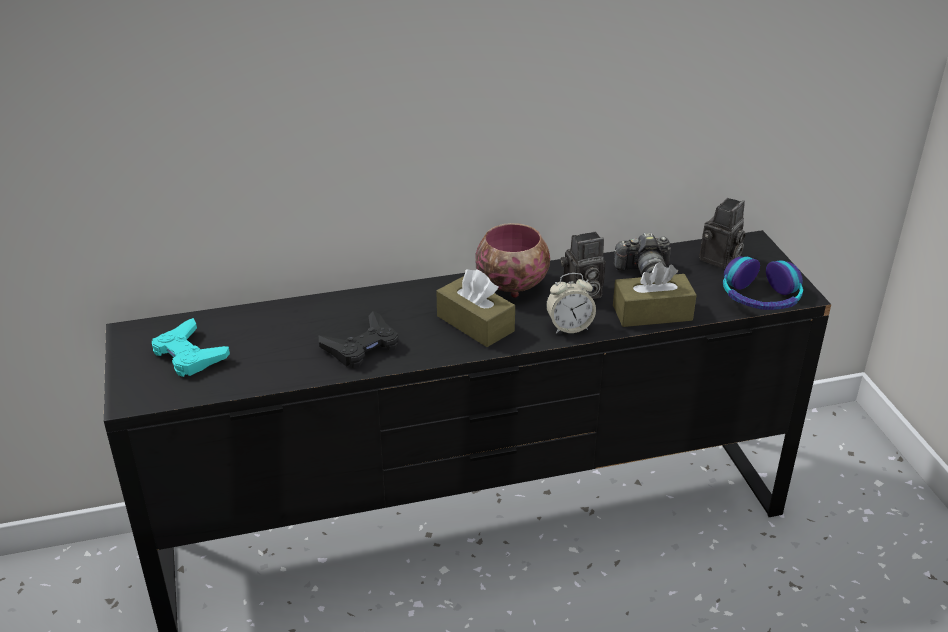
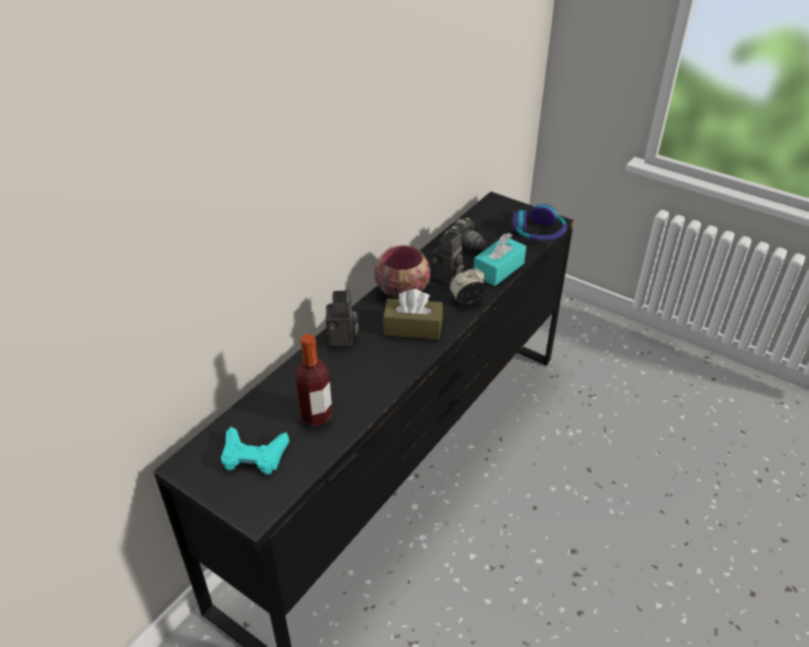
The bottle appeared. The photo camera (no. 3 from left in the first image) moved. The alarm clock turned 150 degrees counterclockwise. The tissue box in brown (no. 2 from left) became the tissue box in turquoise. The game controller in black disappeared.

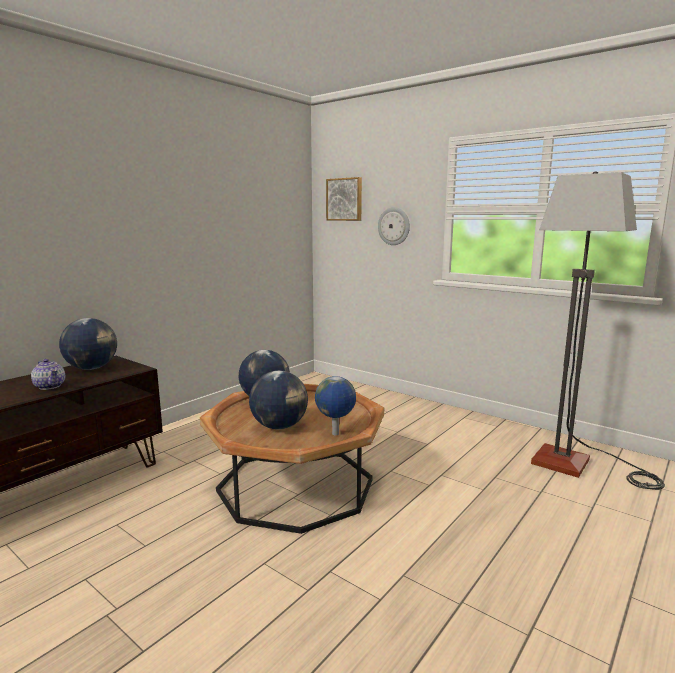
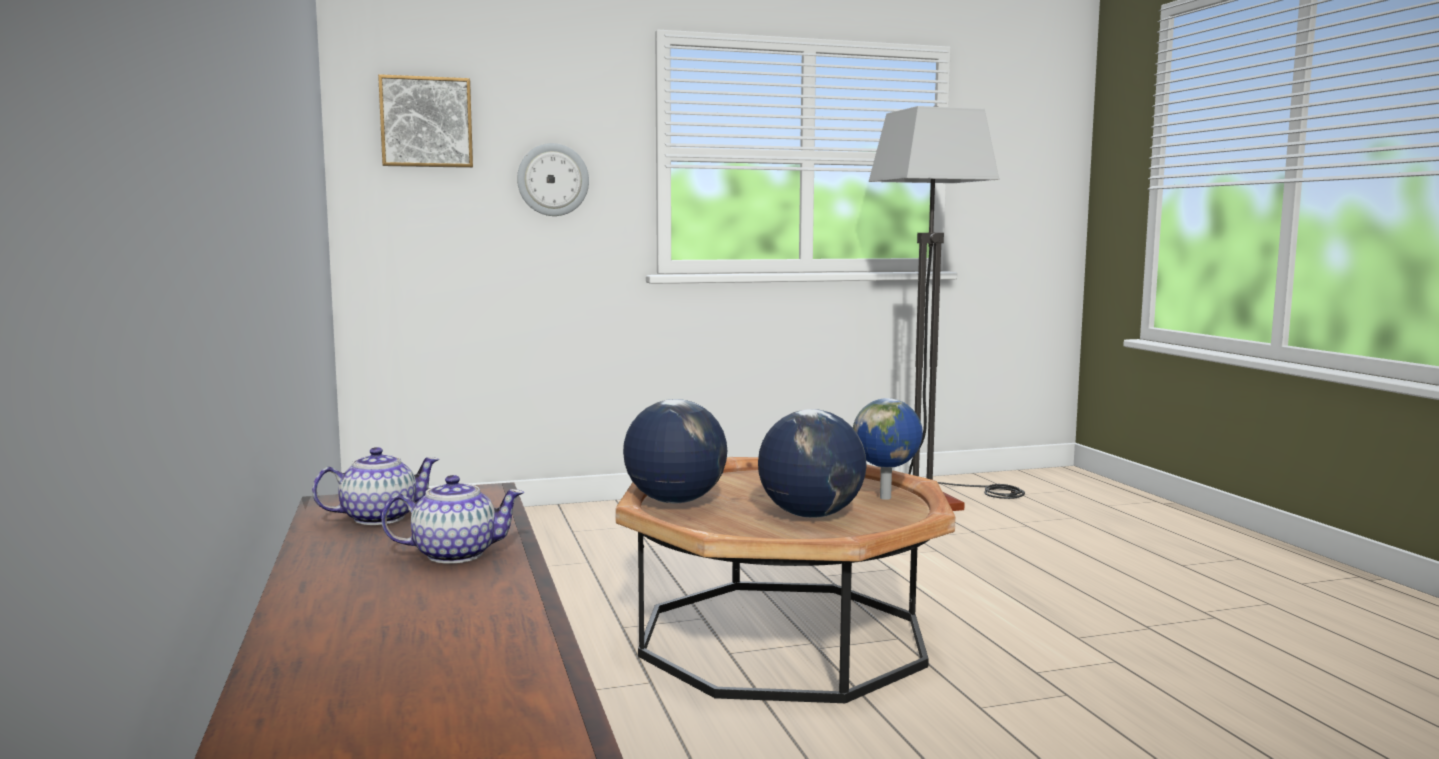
The globe (no. 1 from left) was replaced by the teapot (no. 1 from left).

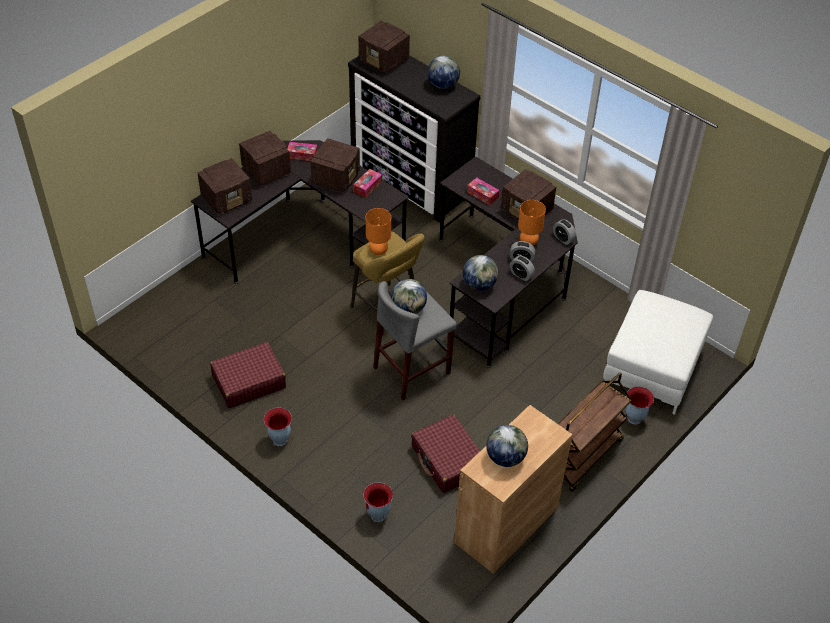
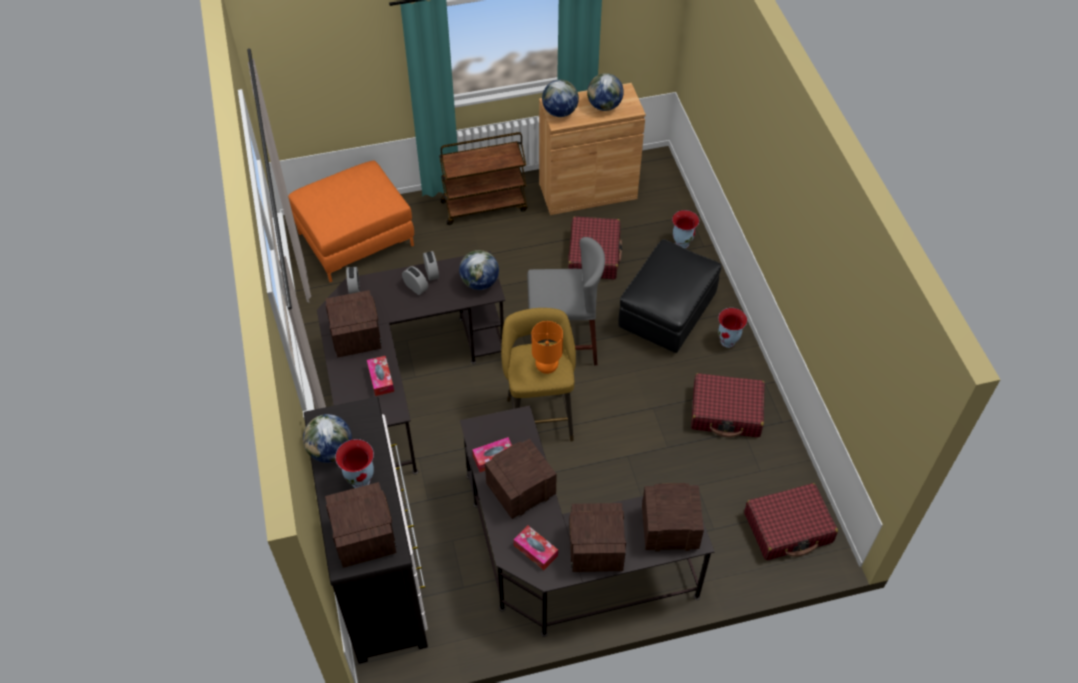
The ottoman in white became the ottoman in orange. The vase (no. 3 from left in the first image) moved. The globe (no. 1 from left in the first image) moved. The ottoman in black appeared. The suitcase in red (no. 3 from left) appeared. The table lamp in orange (no. 2 from left) disappeared.

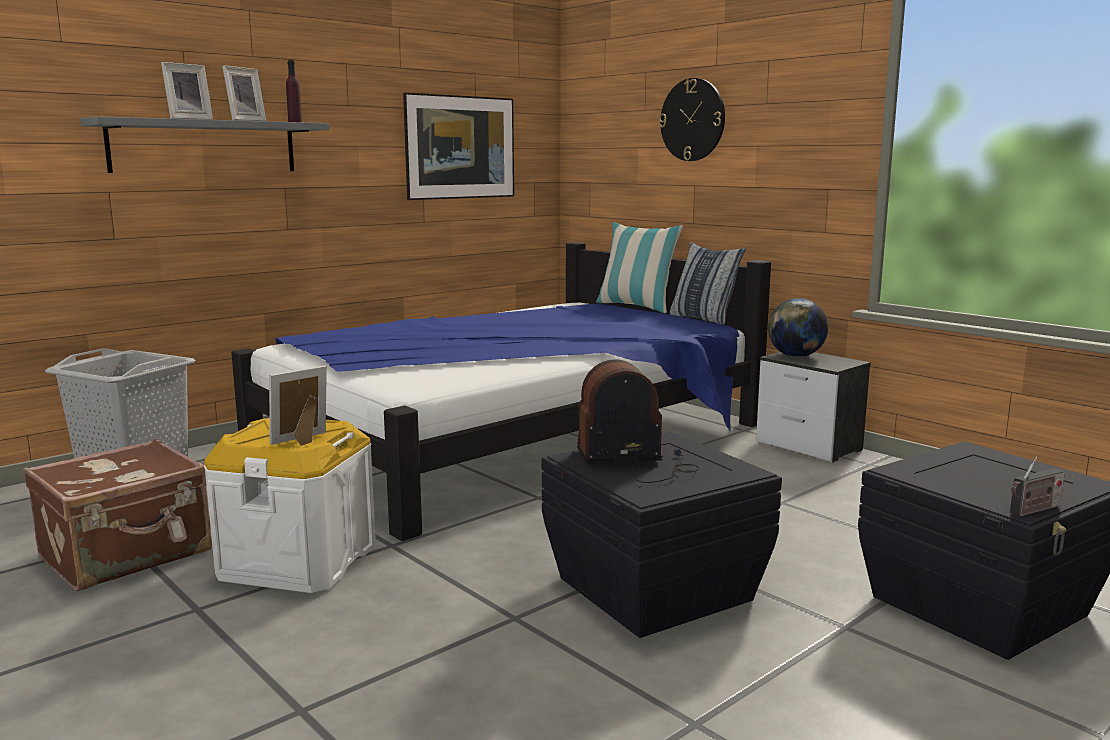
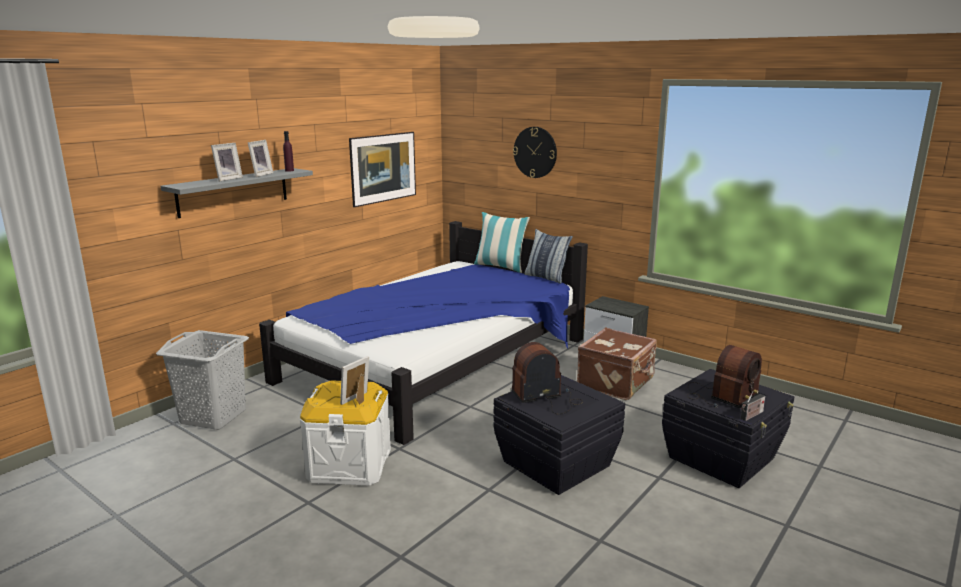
The suitcase in brown moved. The radio (no. 2 from left) appeared. The globe disappeared.

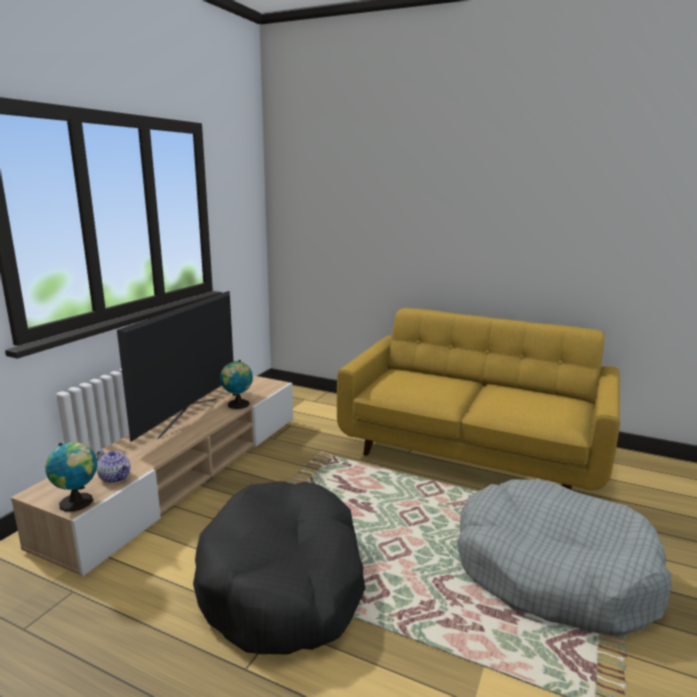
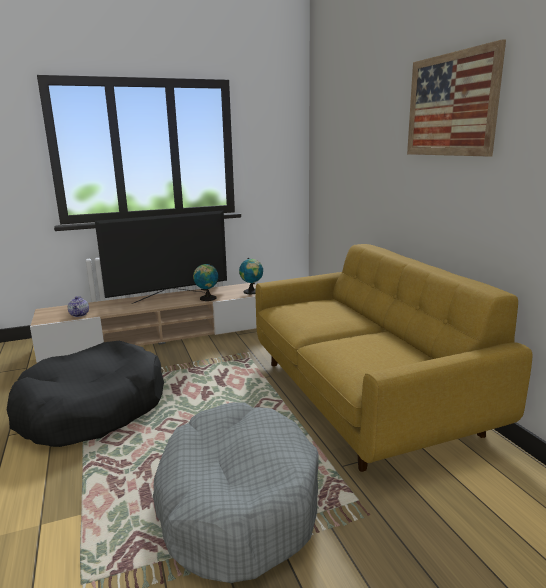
The globe (no. 1 from left in the first image) moved. The picture appeared.

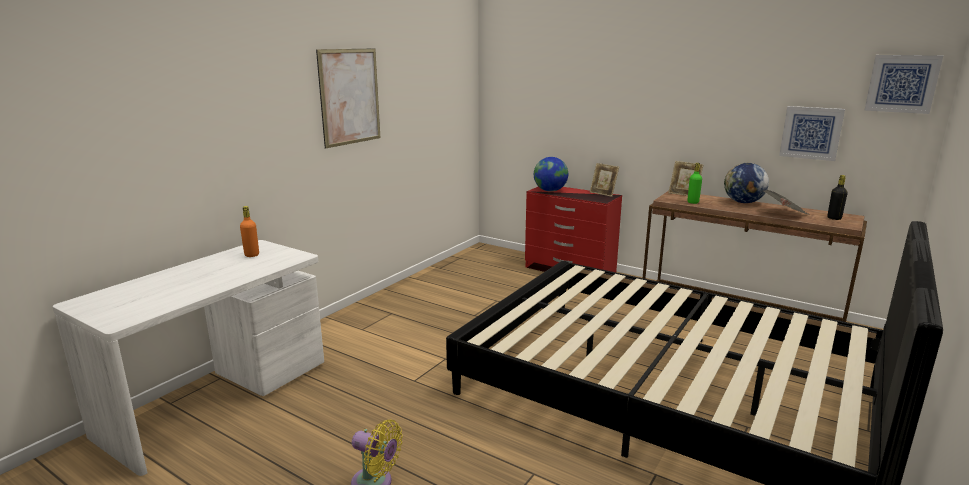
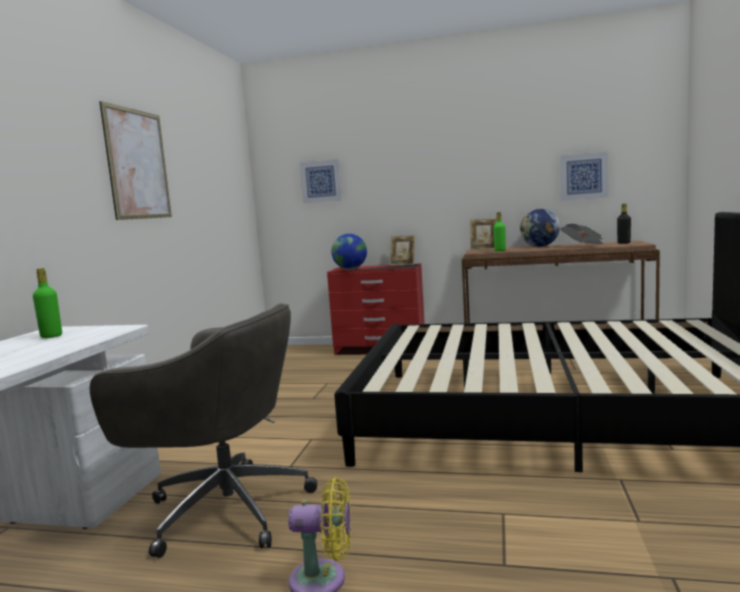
The bottle in orange became the bottle in green (no. 1 from left). The office chair in grey appeared. The picture (no. 3 from left in the first image) moved.

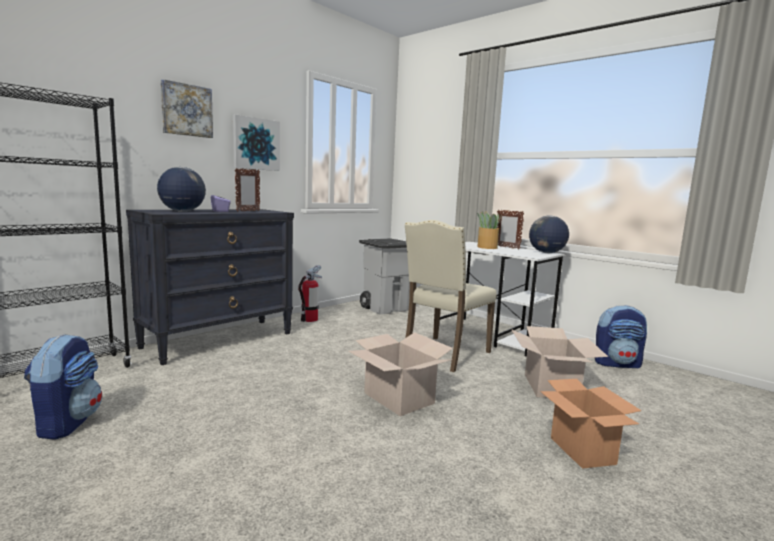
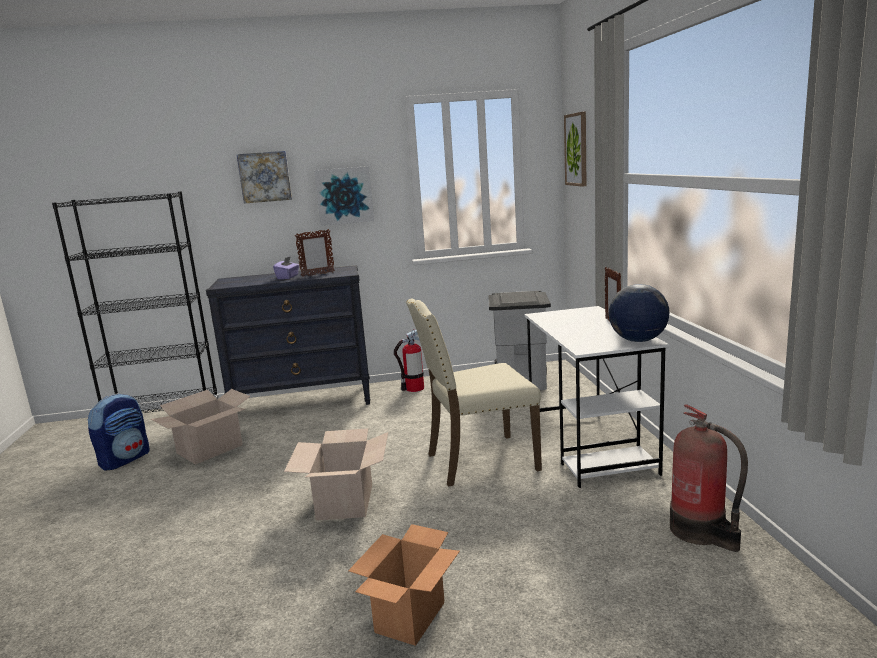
The cardboard box (no. 2 from left in the first image) moved. The picture (no. 3 from left) appeared. The backpack (no. 2 from left) was replaced by the fire extinguisher (no. 2 from left). The globe (no. 1 from left) disappeared. The potted plant disappeared.

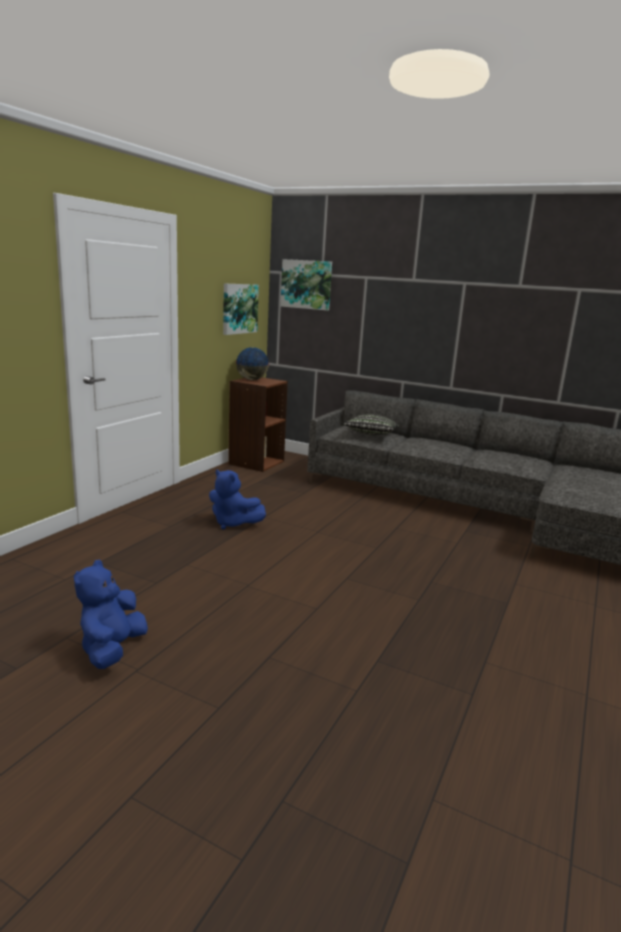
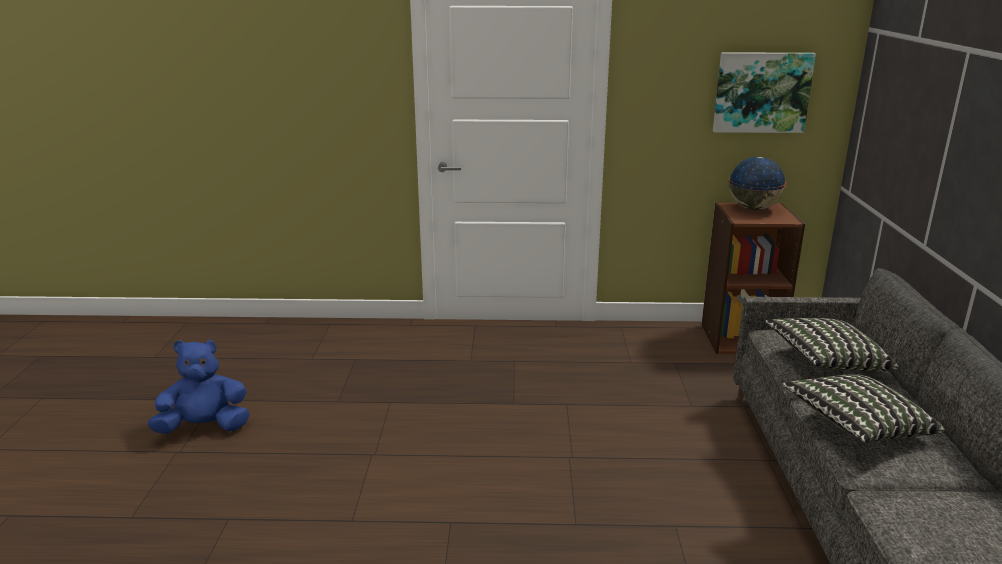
The pillow (no. 2 from left) appeared. The plush toy in blue (no. 2 from left) disappeared. The picture (no. 2 from left) disappeared.

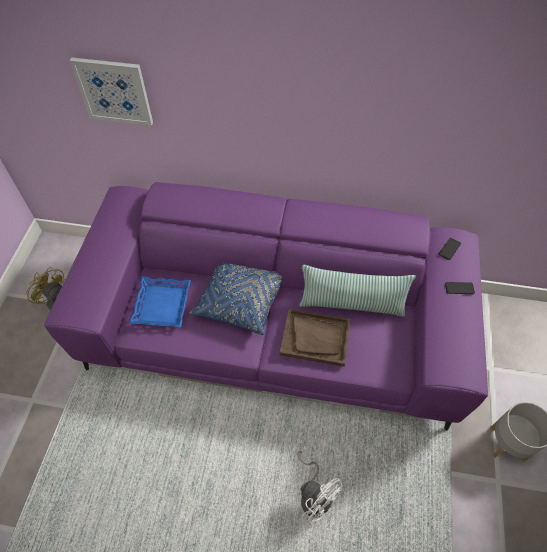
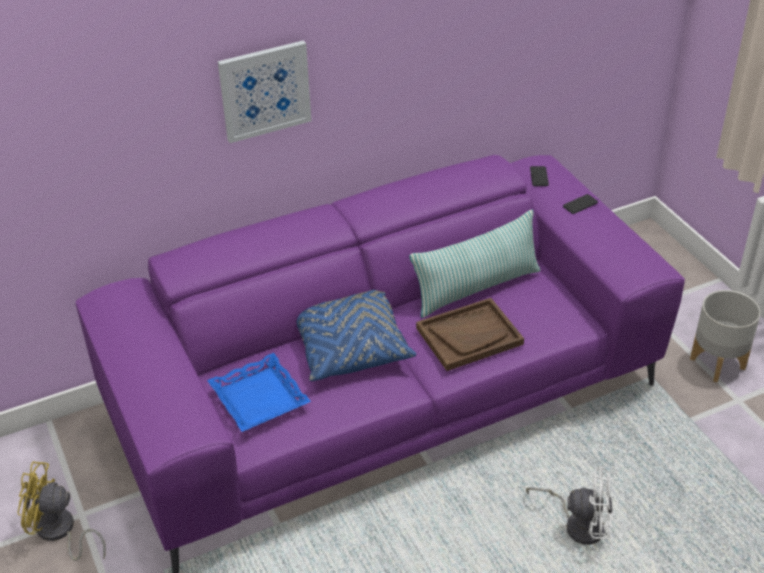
The picture moved.

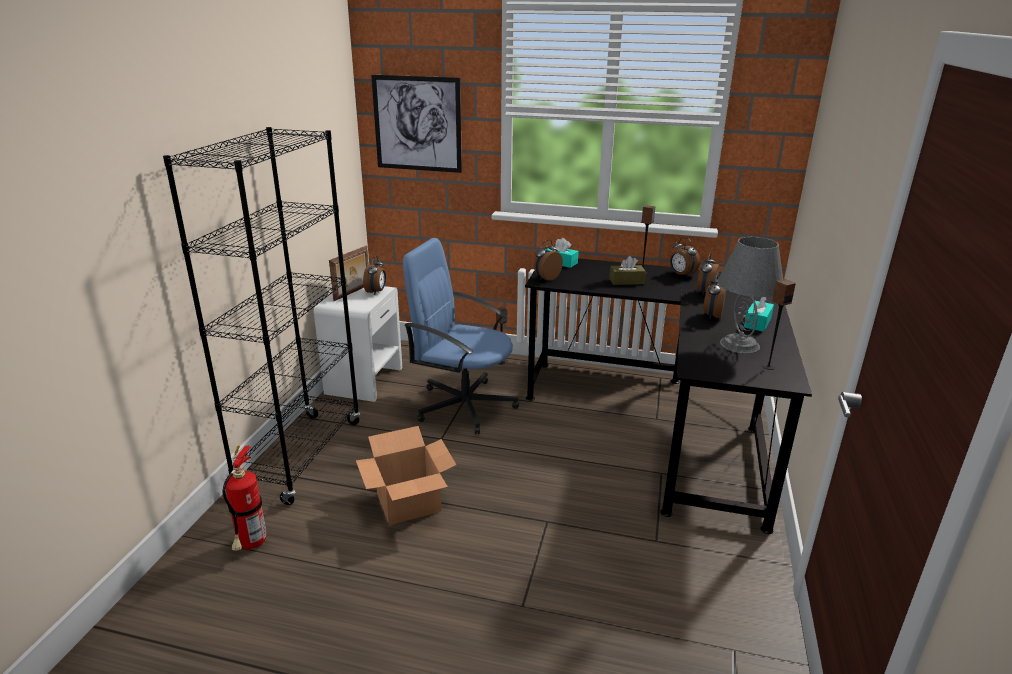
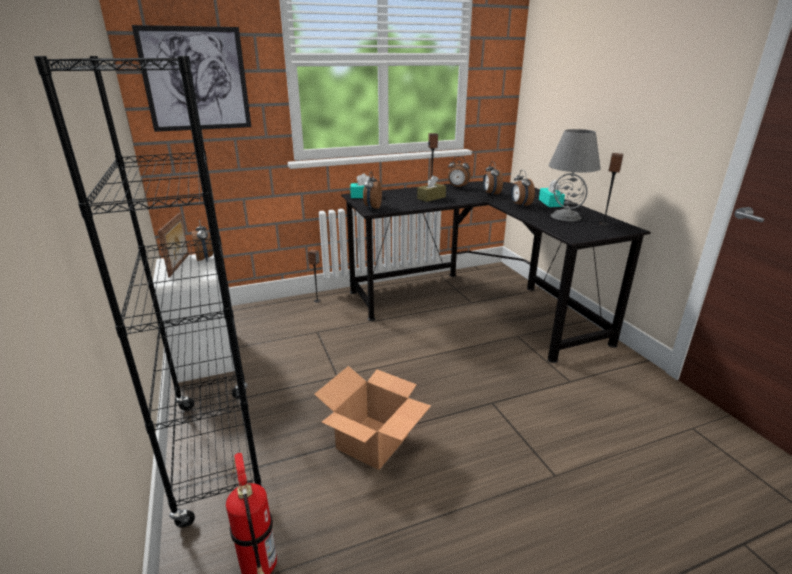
The office chair in blue disappeared.

